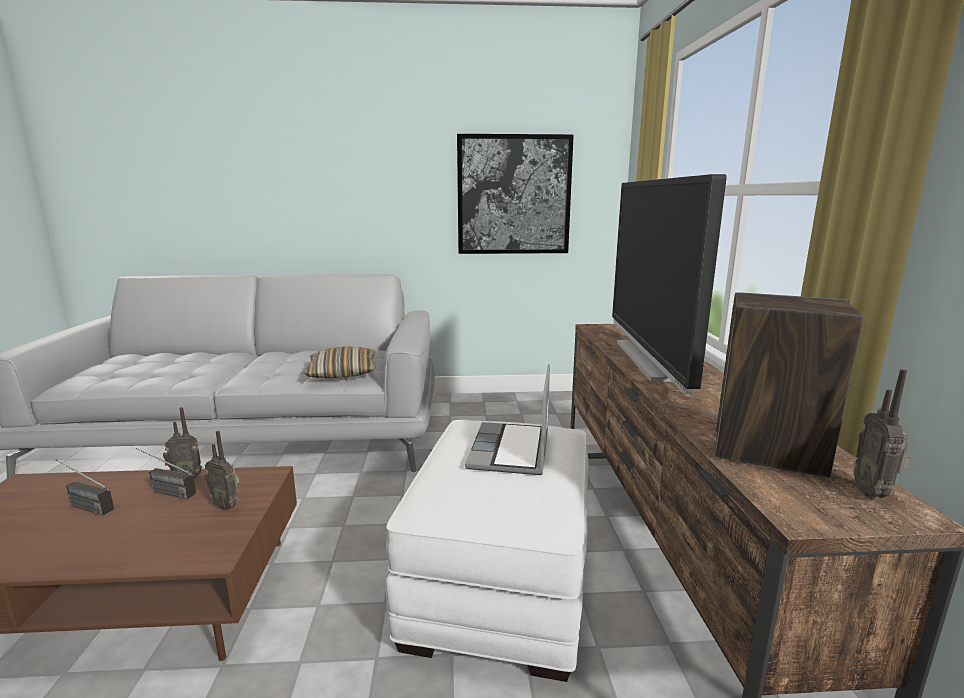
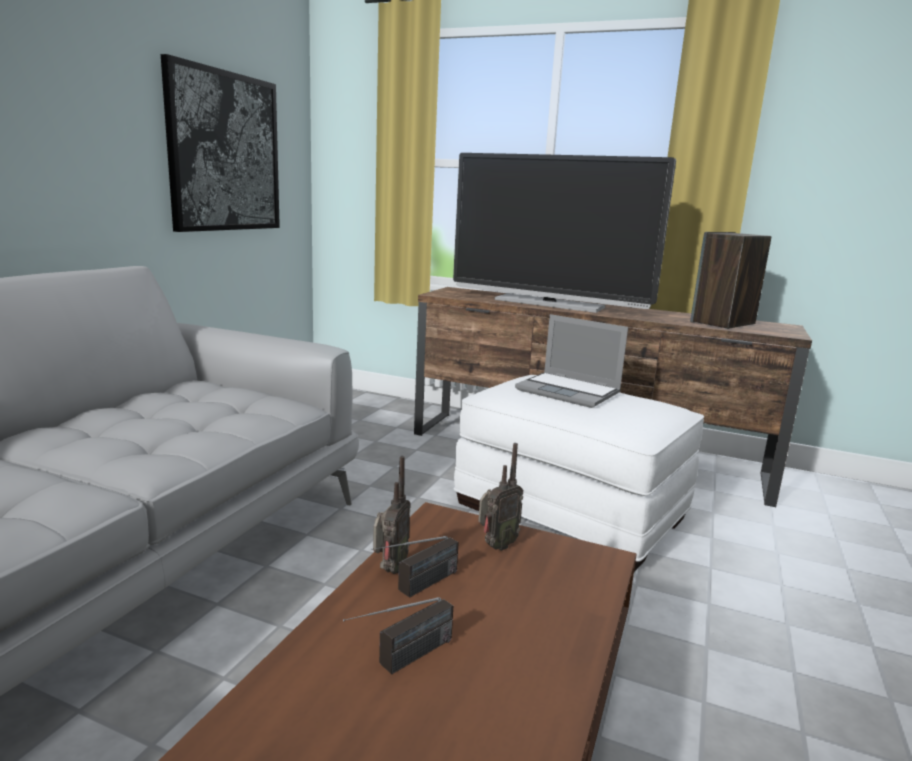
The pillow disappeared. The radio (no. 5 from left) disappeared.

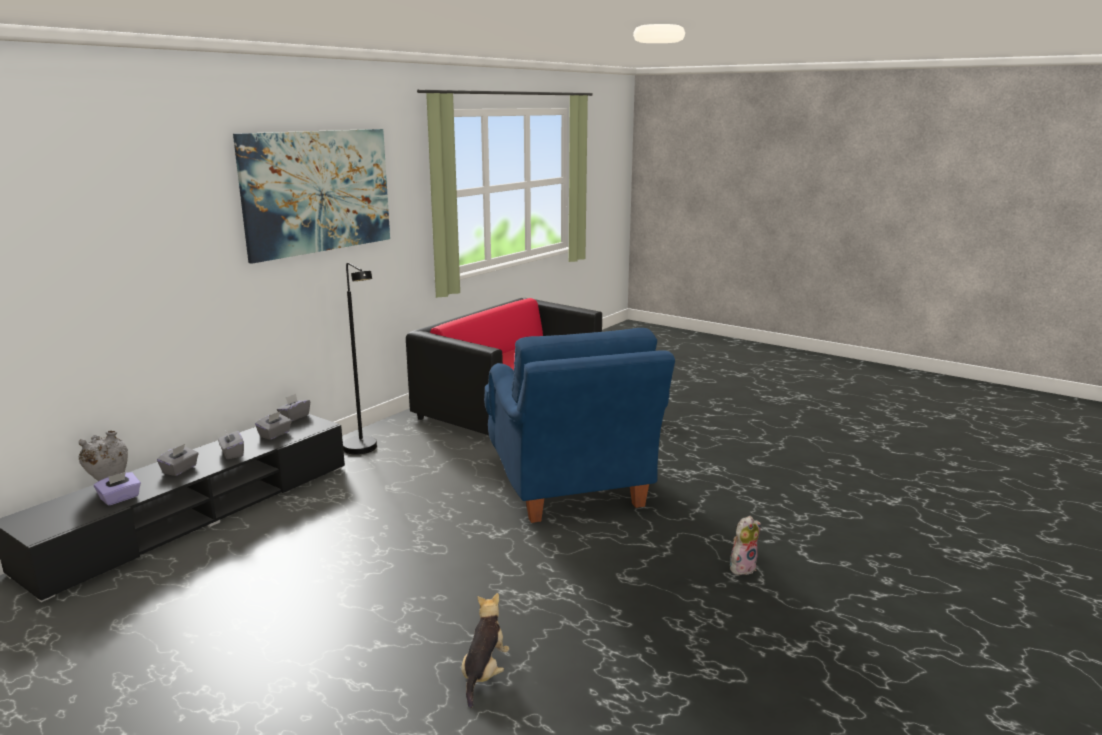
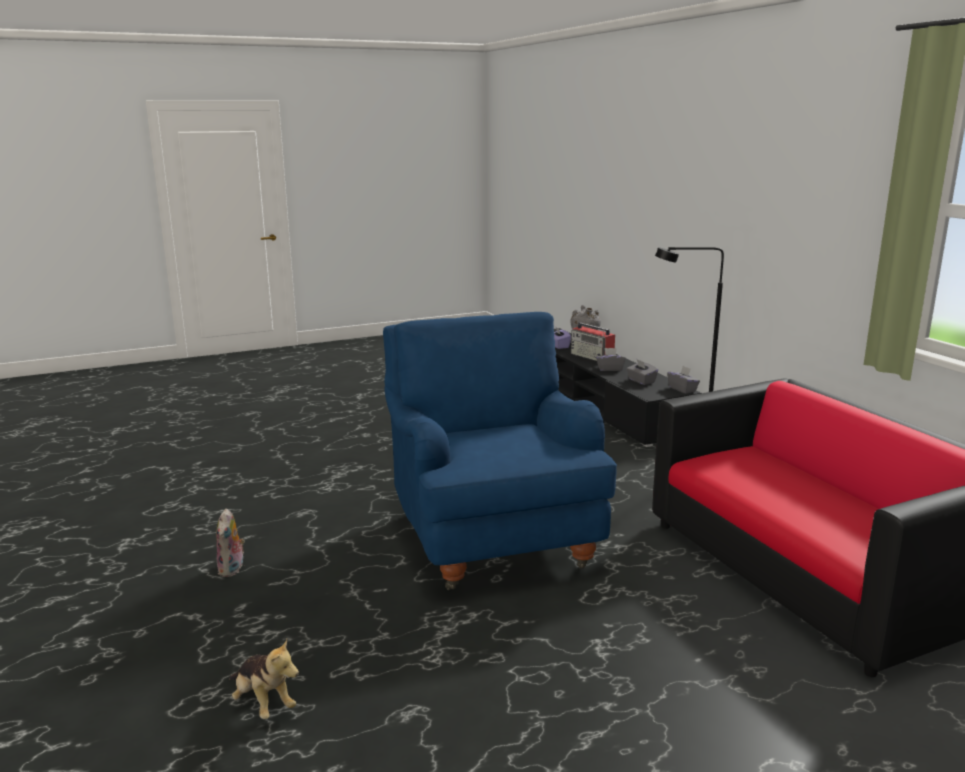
The plush toy (no. 1 from left in the first image) moved. The armchair in blue turned 60 degrees clockwise. The tissue box in grey (no. 1 from left) was replaced by the radio. The picture disappeared.

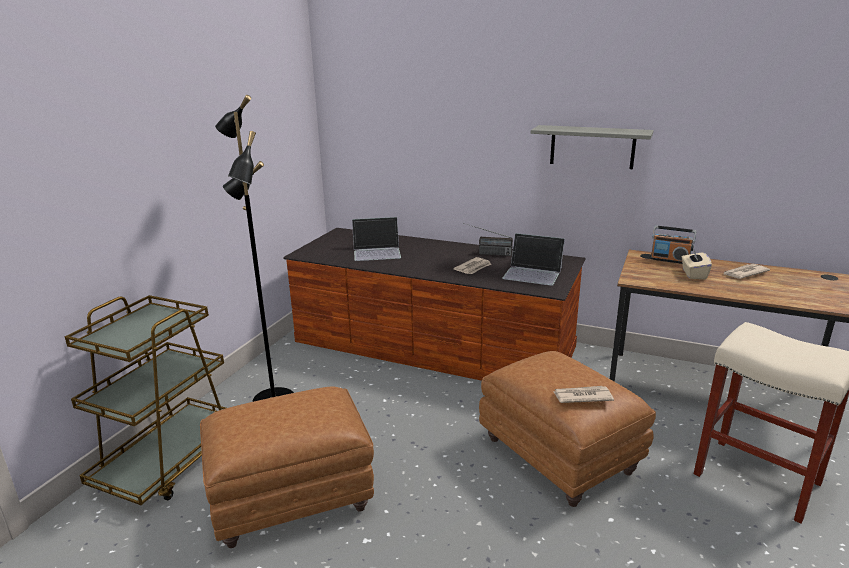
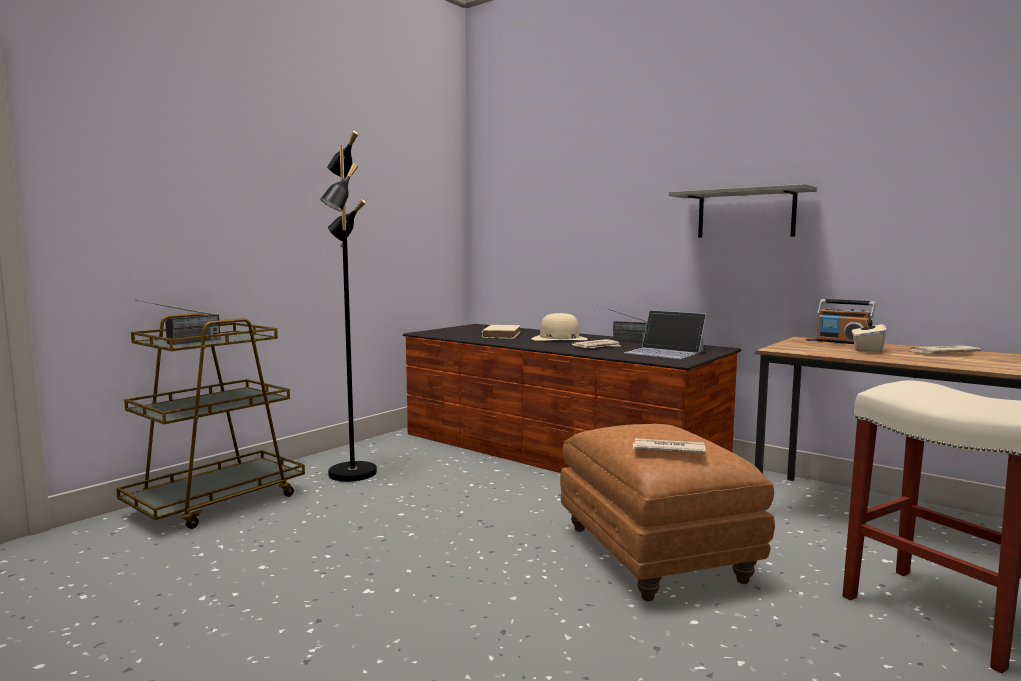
The radio (no. 1 from left) appeared. The laptop (no. 1 from left) was replaced by the book in beige. The hat in beige appeared. The ottoman in brown (no. 1 from left) disappeared.

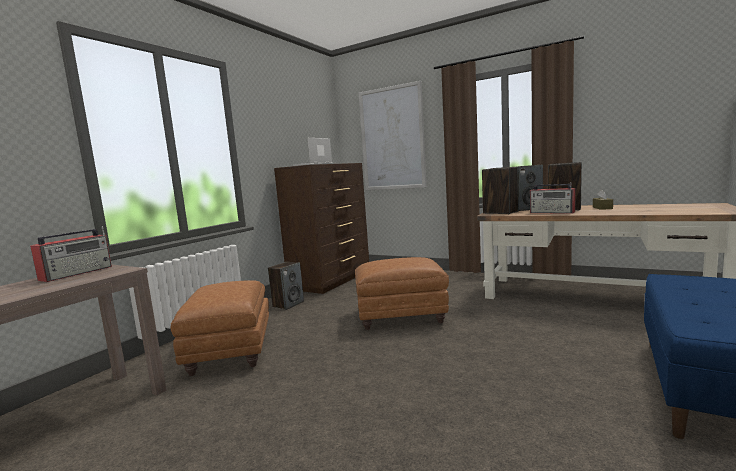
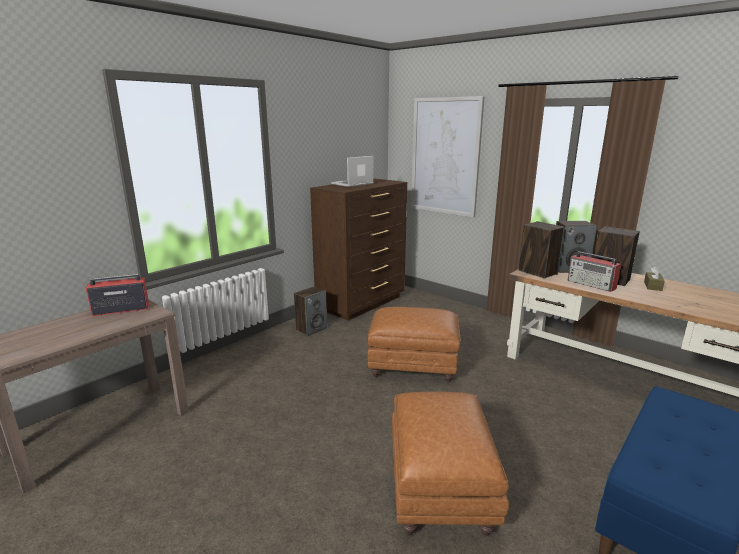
The radio (no. 1 from left) turned 150 degrees counterclockwise. The ottoman in brown (no. 1 from left in the first image) moved.

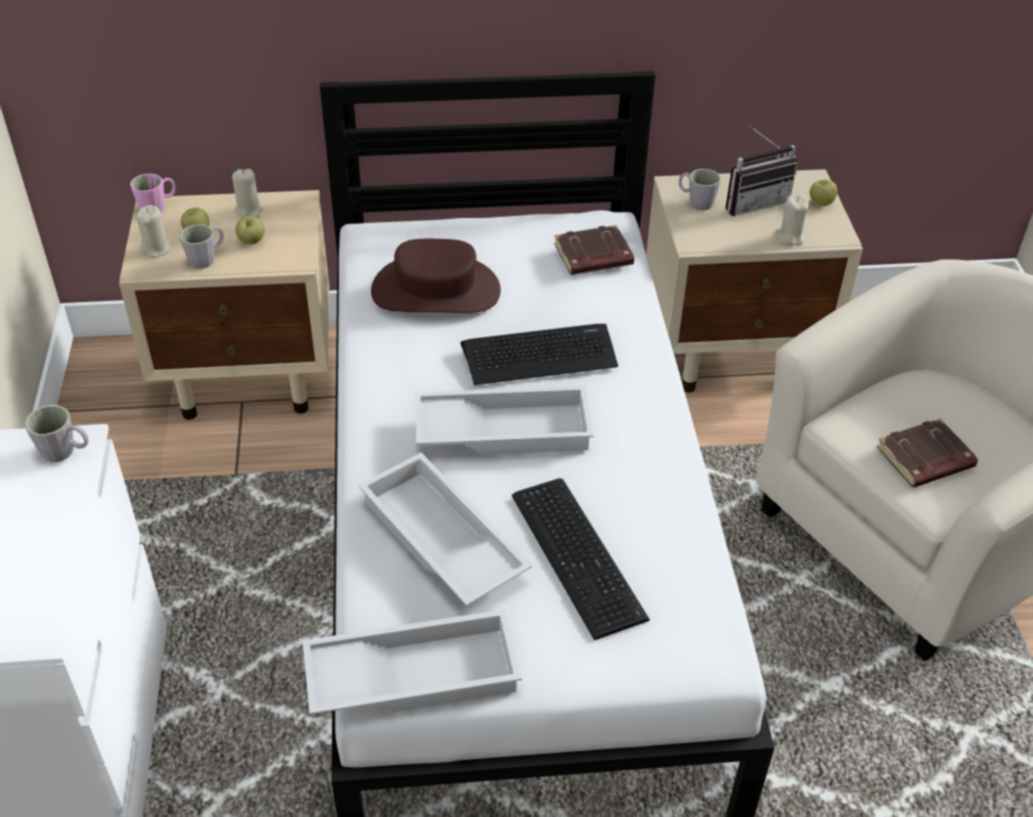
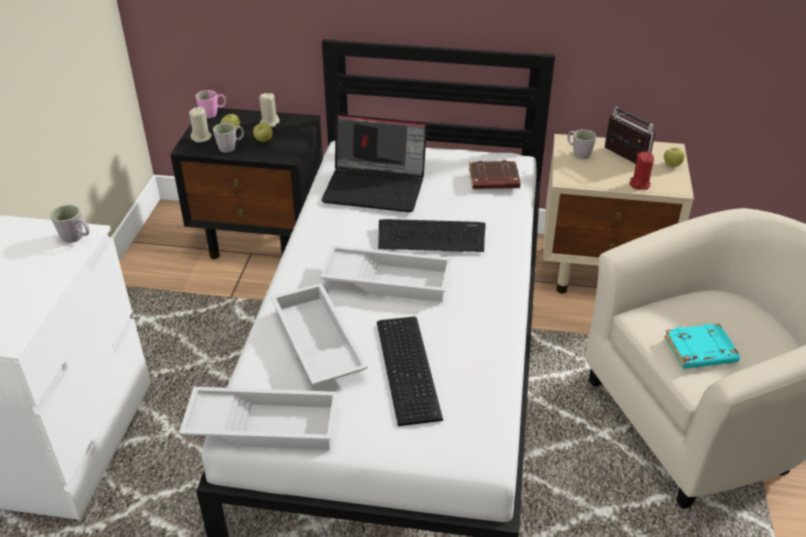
The nightstand in beige (no. 1 from left) became the nightstand in black. The hat in brown was replaced by the laptop. The radio turned 120 degrees counterclockwise. The candle in beige (no. 3 from left) became the candle in red. The book in brown (no. 2 from left) became the book in turquoise.

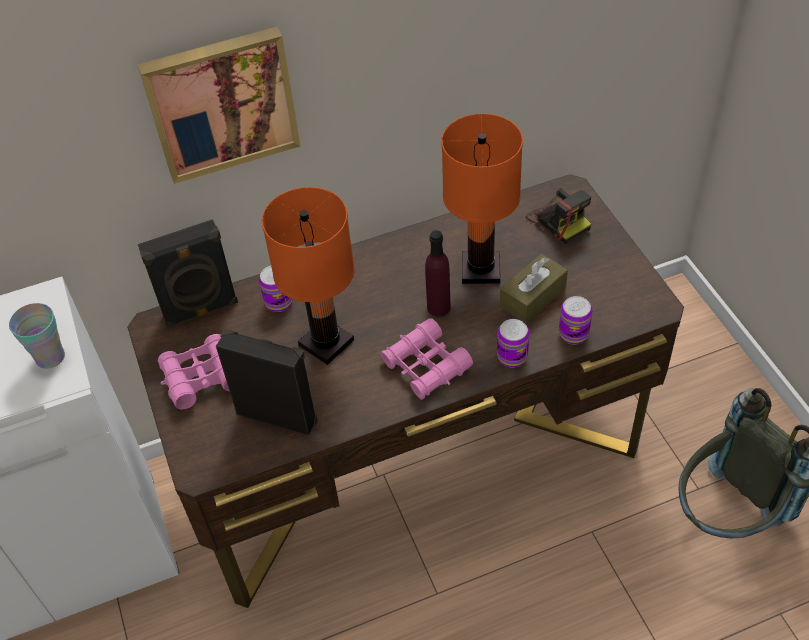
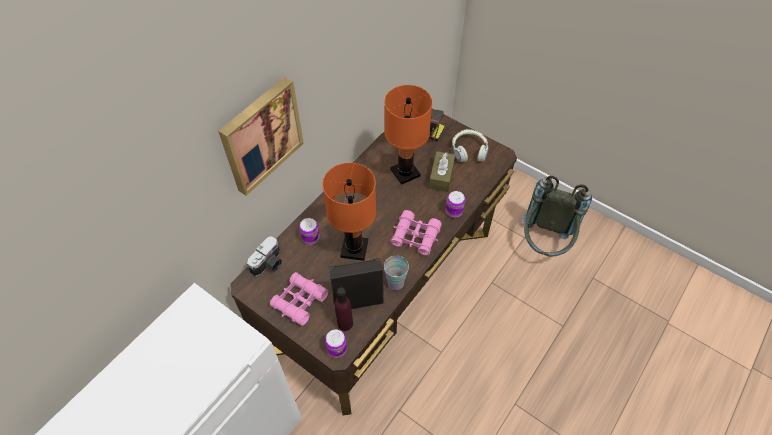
The speaker in black (no. 1 from left) was replaced by the photo camera (no. 1 from left). The can (no. 3 from left in the first image) moved. The bottle in purple moved. The cup moved. The headphones appeared.

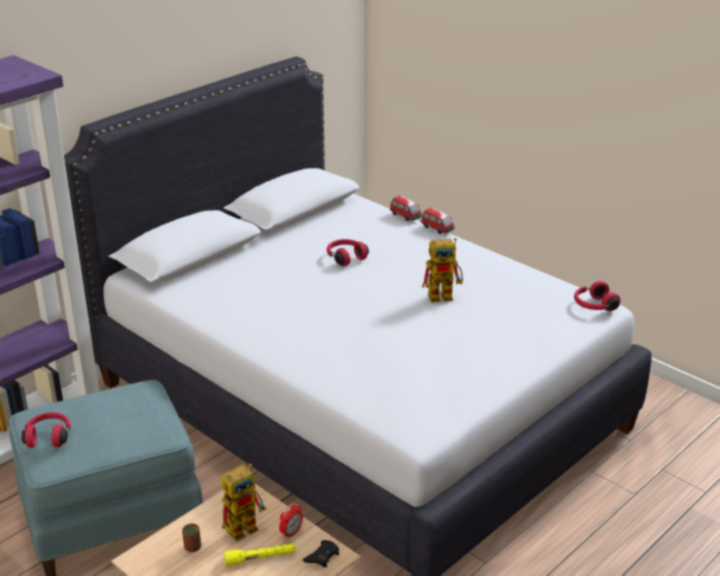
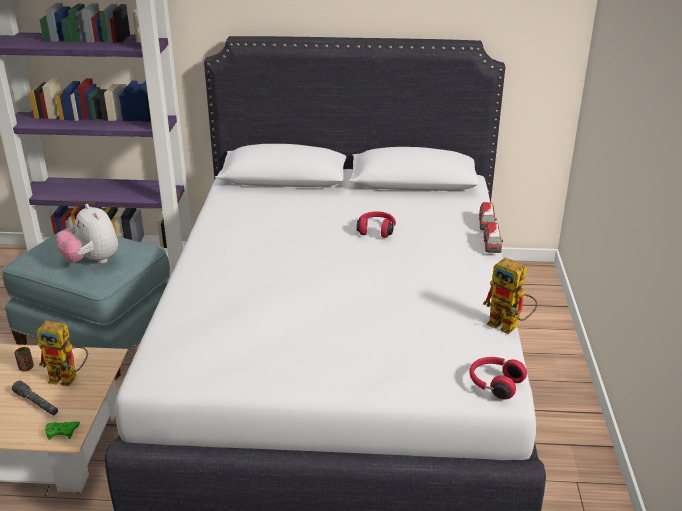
The flashlight in yellow became the flashlight in grey. The game controller in black became the game controller in green. The plush toy appeared. The toy robot (no. 2 from left) moved. The headphones in red (no. 1 from left) disappeared. The alarm clock disappeared.

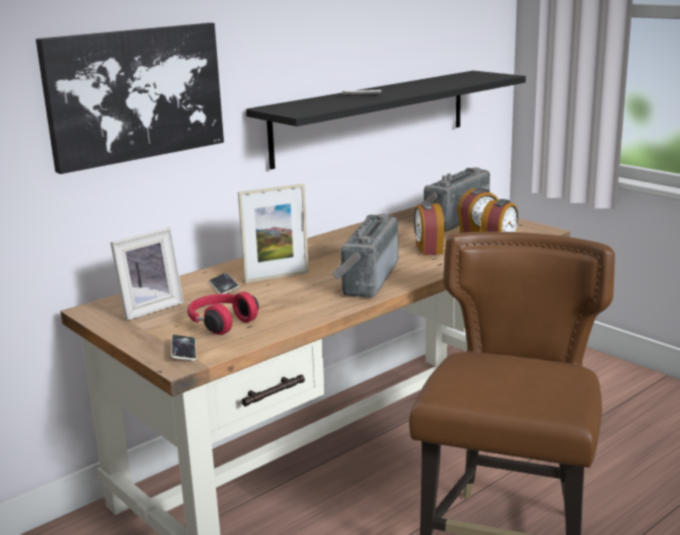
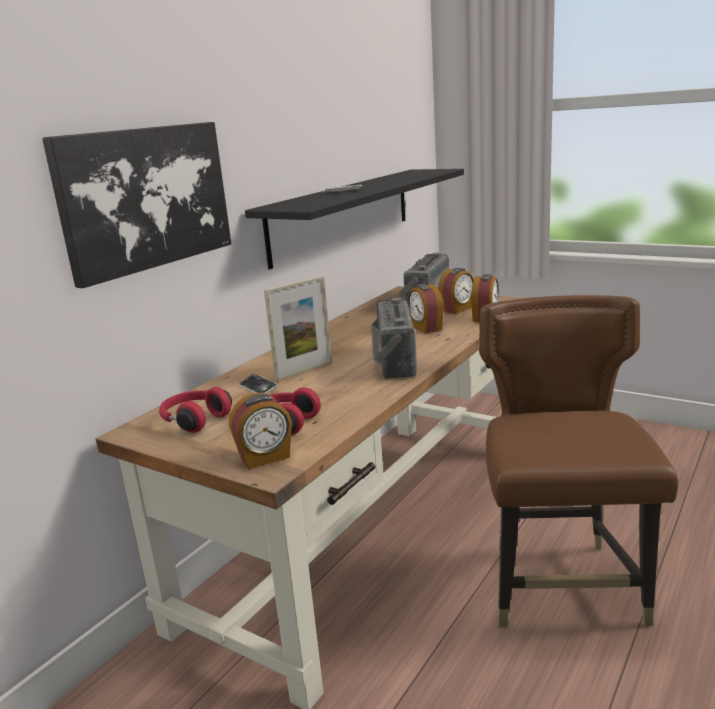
The picture frame (no. 1 from left) was replaced by the headphones in red (no. 1 from left). The phone (no. 1 from left) was replaced by the alarm clock (no. 1 from left).

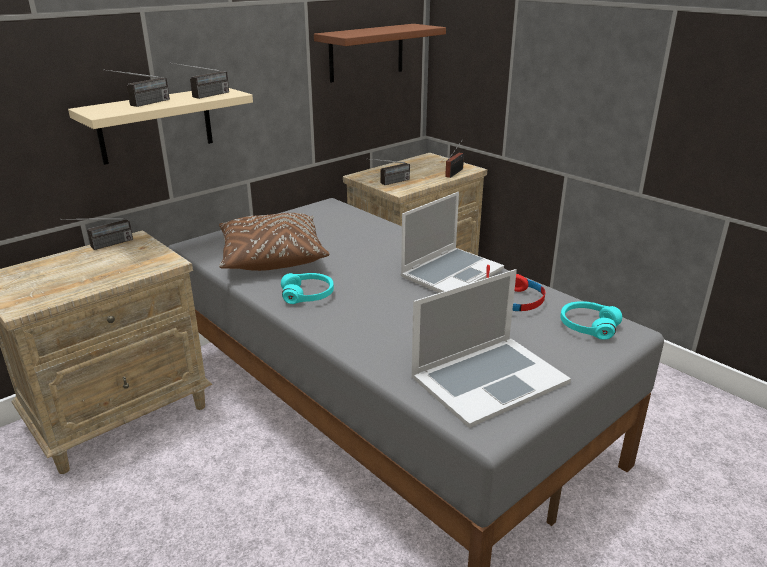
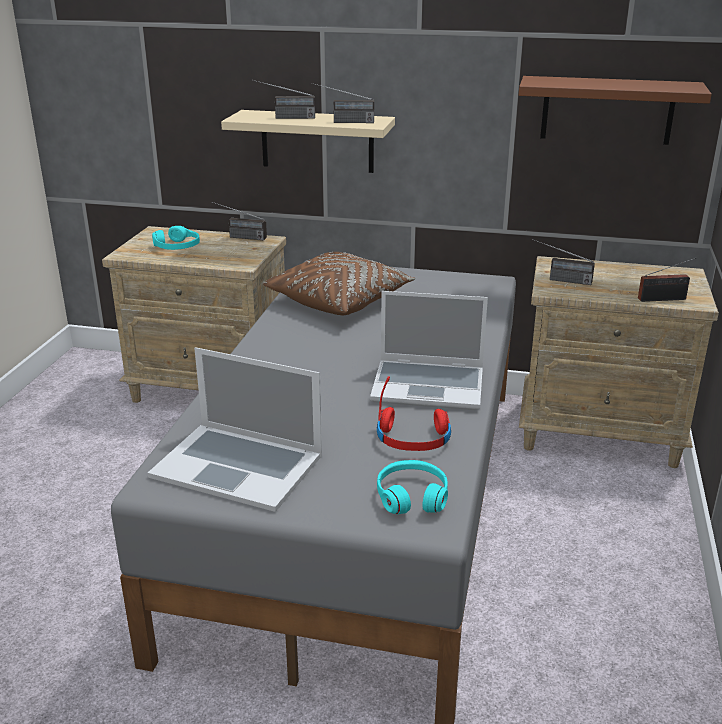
The headphones in turquoise (no. 1 from left) moved.

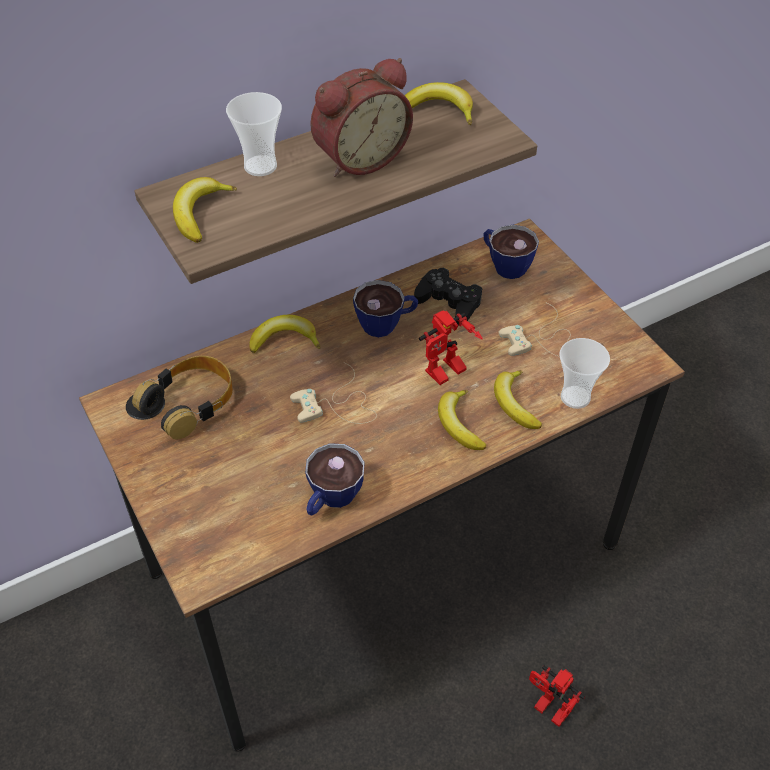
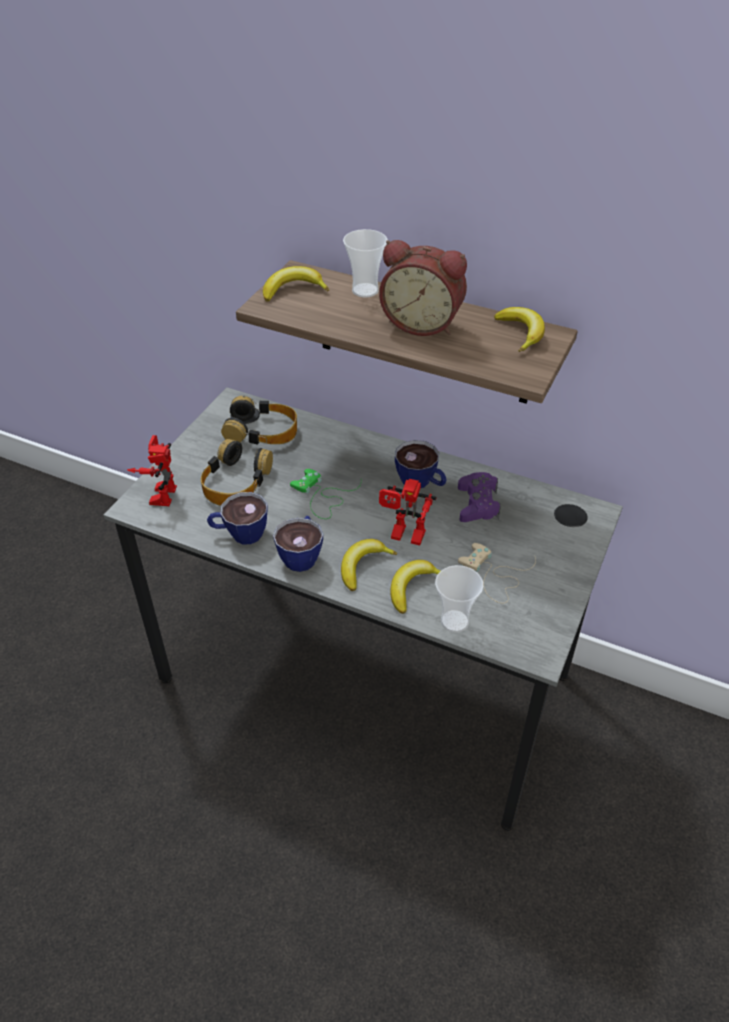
The desk in brown became the desk in grey. The toy robot (no. 2 from left in the first image) moved. The headphones (no. 1 from left) appeared. The cup (no. 4 from left in the first image) moved. The game controller in beige (no. 1 from left) became the game controller in green. The game controller in black became the game controller in purple. The banana (no. 2 from left) disappeared.

